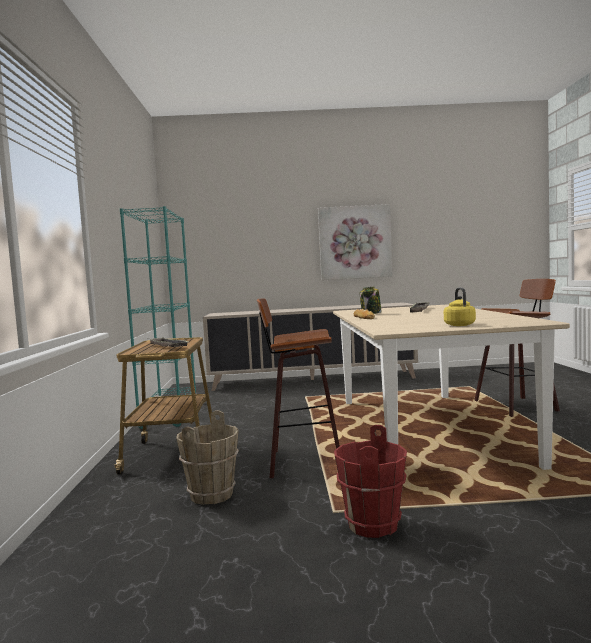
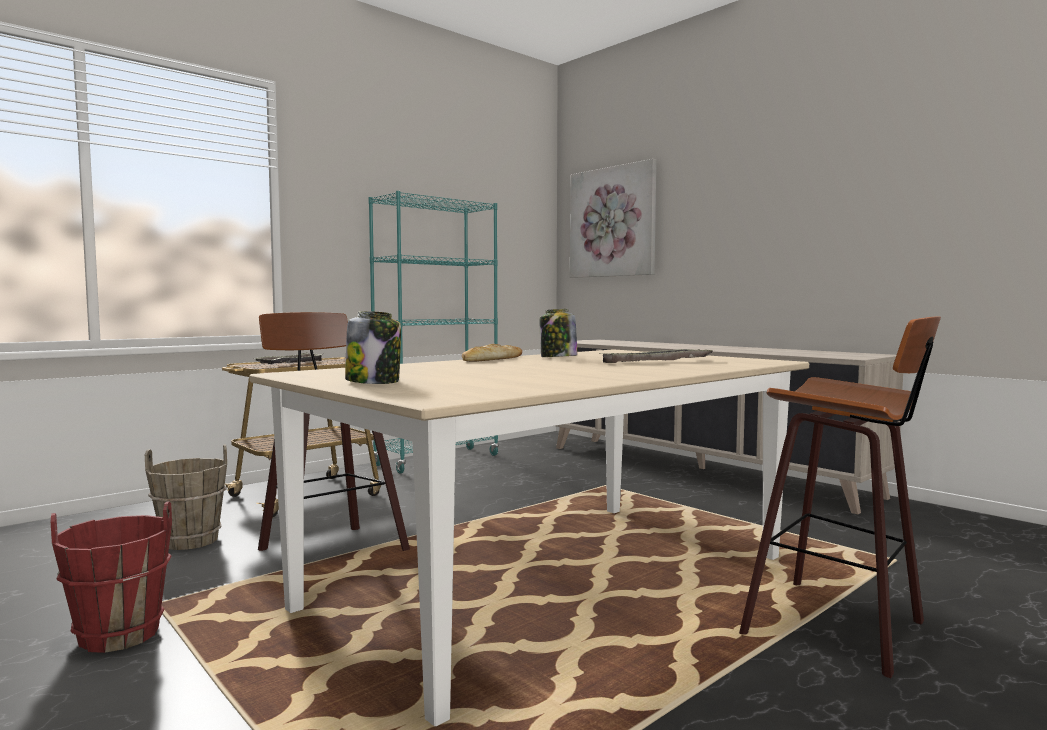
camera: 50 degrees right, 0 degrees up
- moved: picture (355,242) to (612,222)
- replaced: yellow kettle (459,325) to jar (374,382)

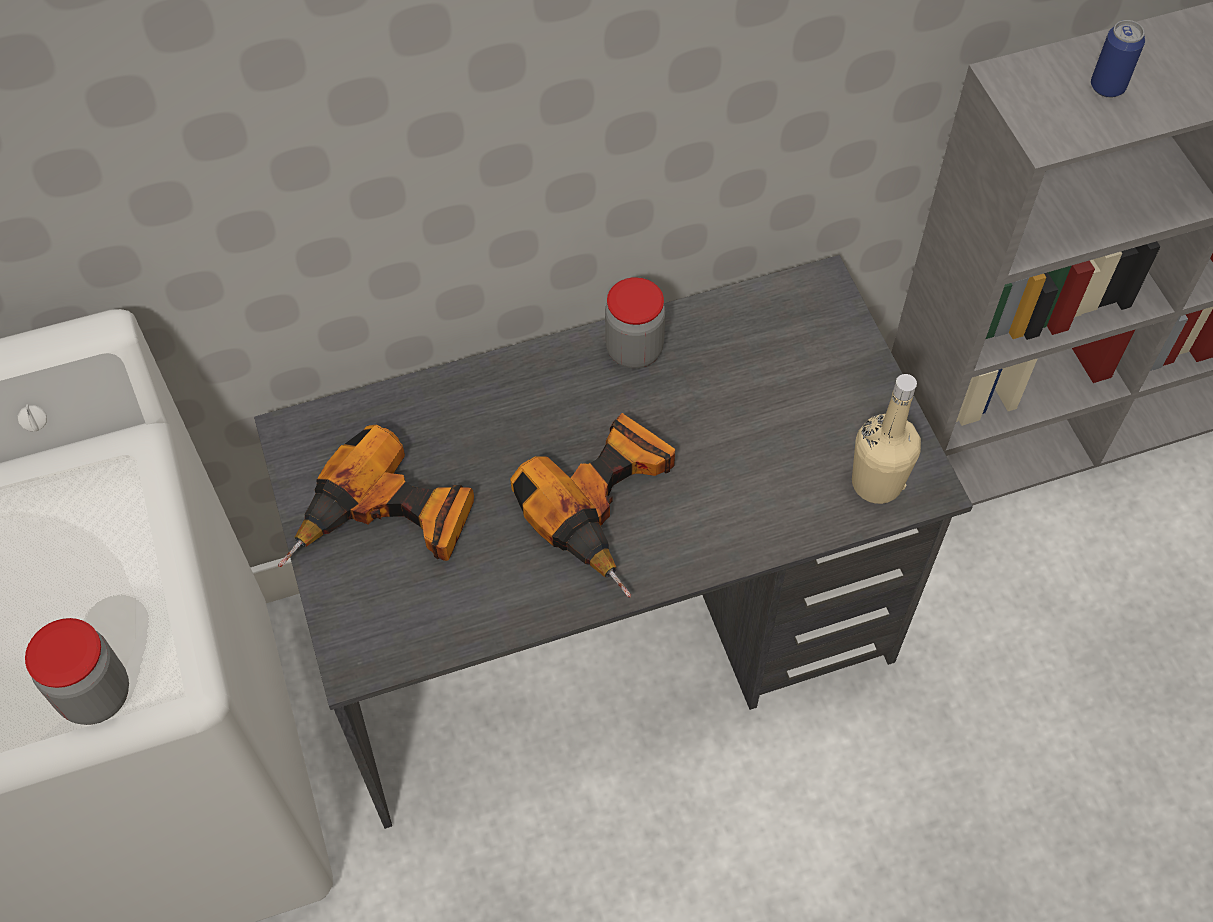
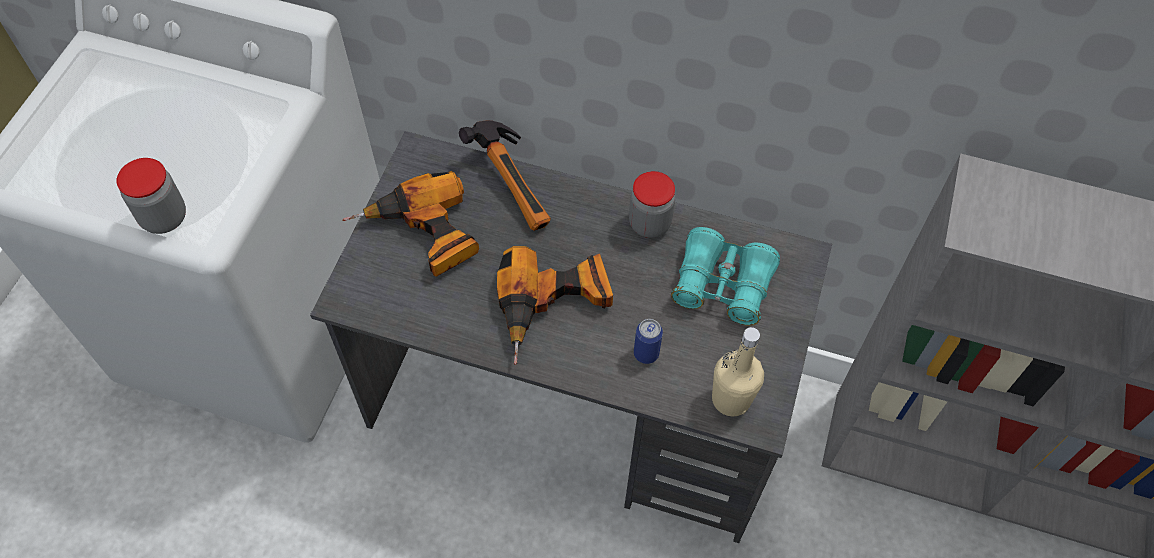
camera: 35 degrees right, 0 degrees up
- added: hammer (517,184)
- added: turquoise binoculars (722,285)
- moved: can (1107,87) to (646,353)

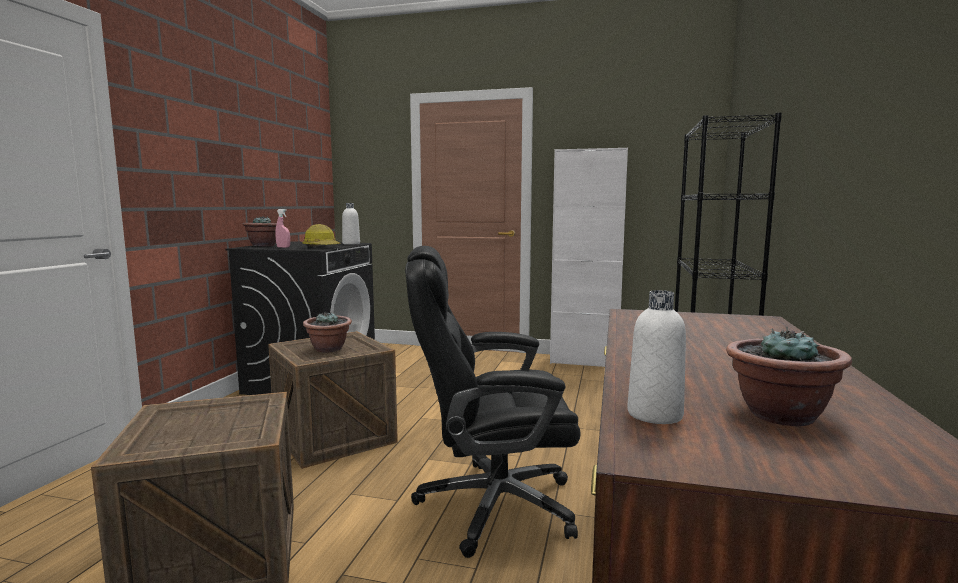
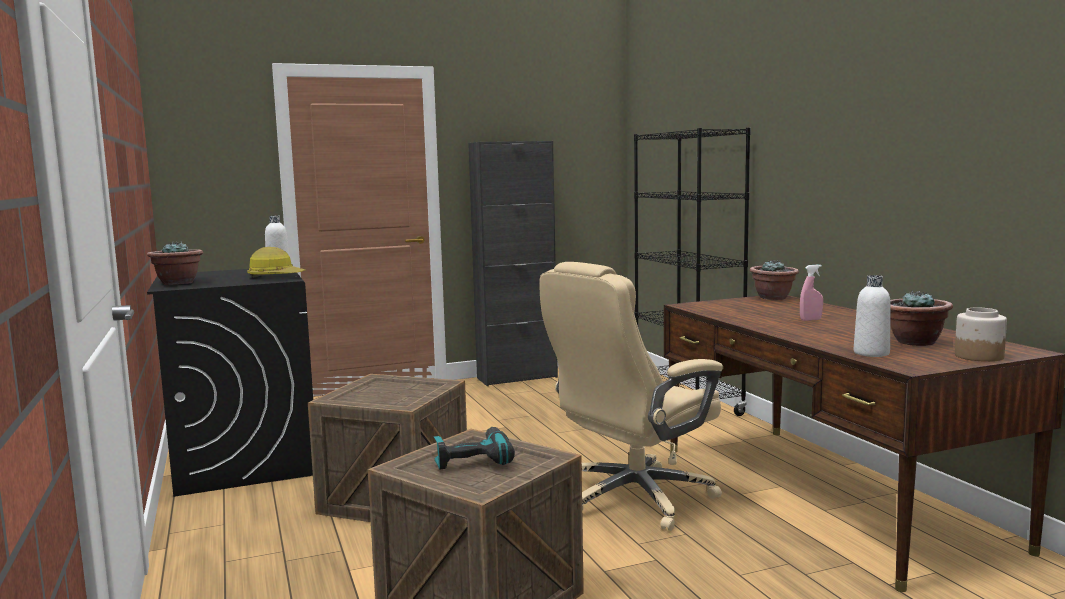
camera: 35 degrees left, 0 degrees up
- added: power drill (473,458)
- added: jar (978,356)
- moved: pink spray bottle (283,247) to (810,320)
- moved: potted plant (329,349) to (773,298)
- recoloured: black office chair (493,505) to beige office chair (633,498)
- recoloured: white cabinet (584,362) to black cabinet (517,378)

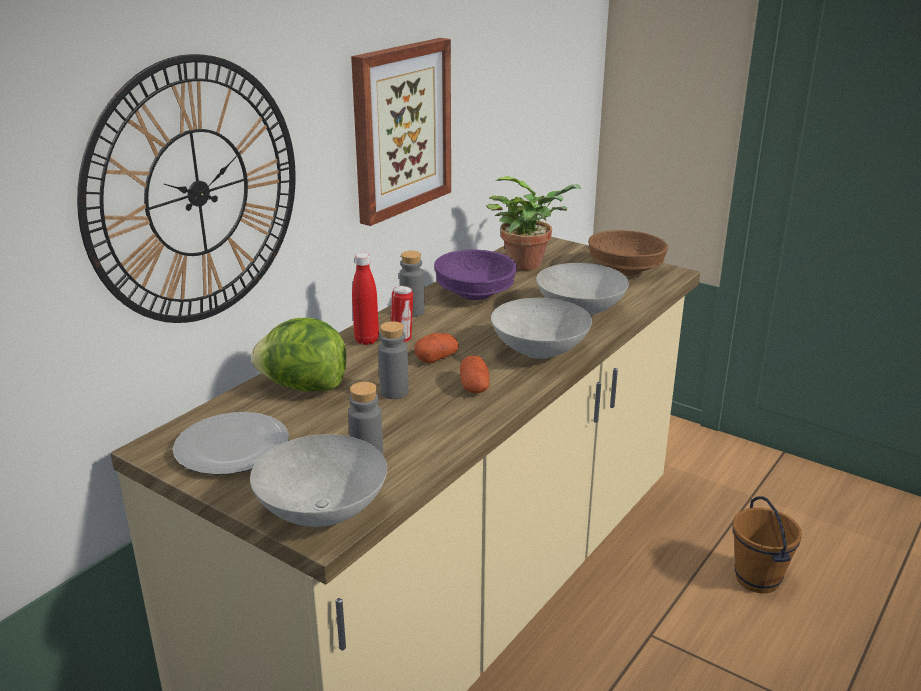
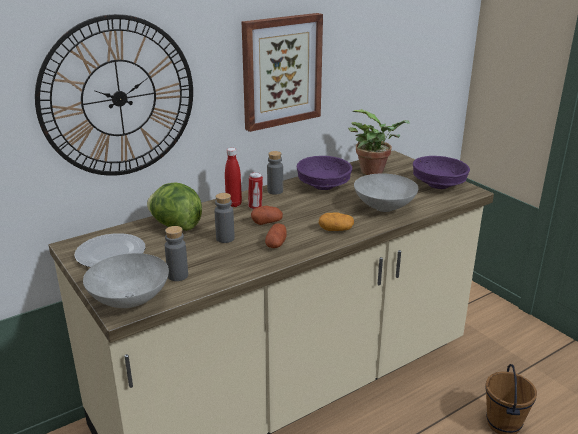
camera: 20 degrees right, 0 degrees up
- replaced: grey bowl (540,352) to potato (335,230)
- recoloured: brown bowl (626,271) to purple bowl (438,185)

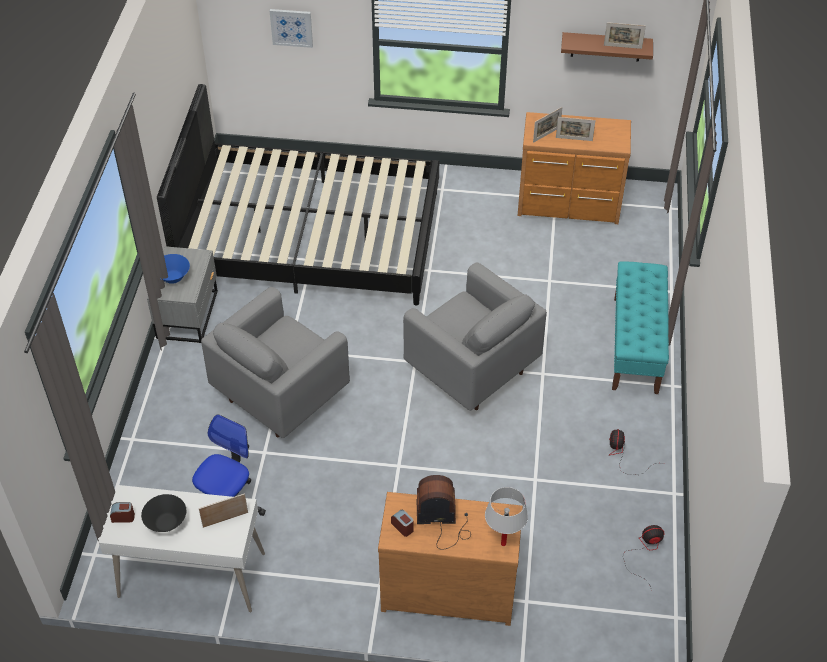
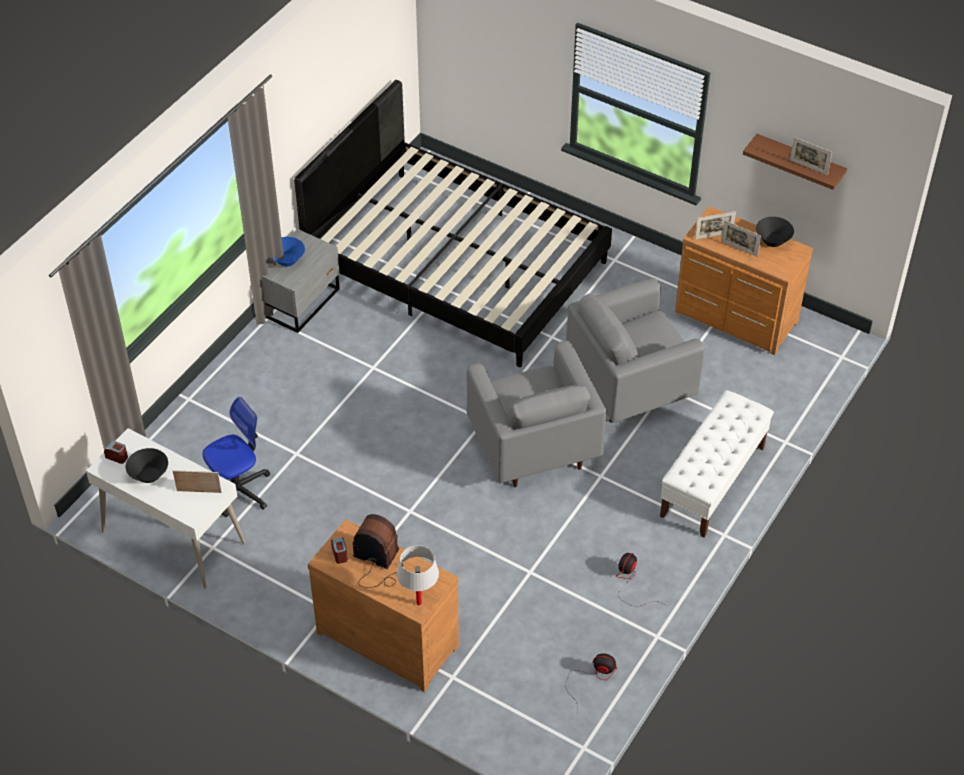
camera: 25 degrees right, 0 degrees up
- removed: picture (291,27)
- added: black bowl (773,241)
- moved: grey armchair (280,395) to (629,386)
- recoloured: turquoise bench (635,345) to white bench (712,482)

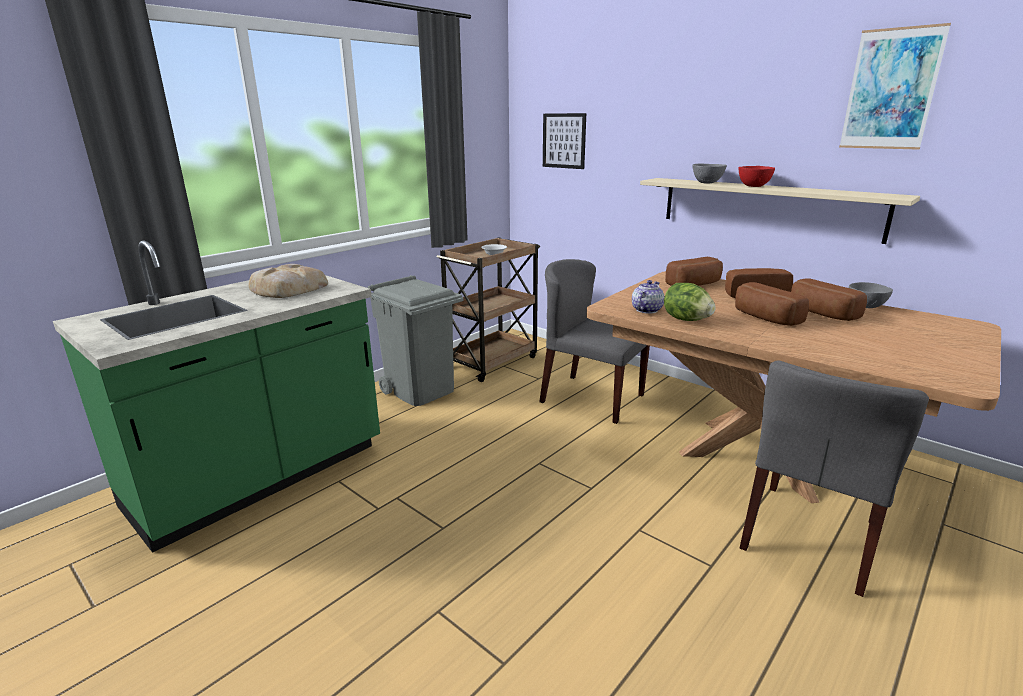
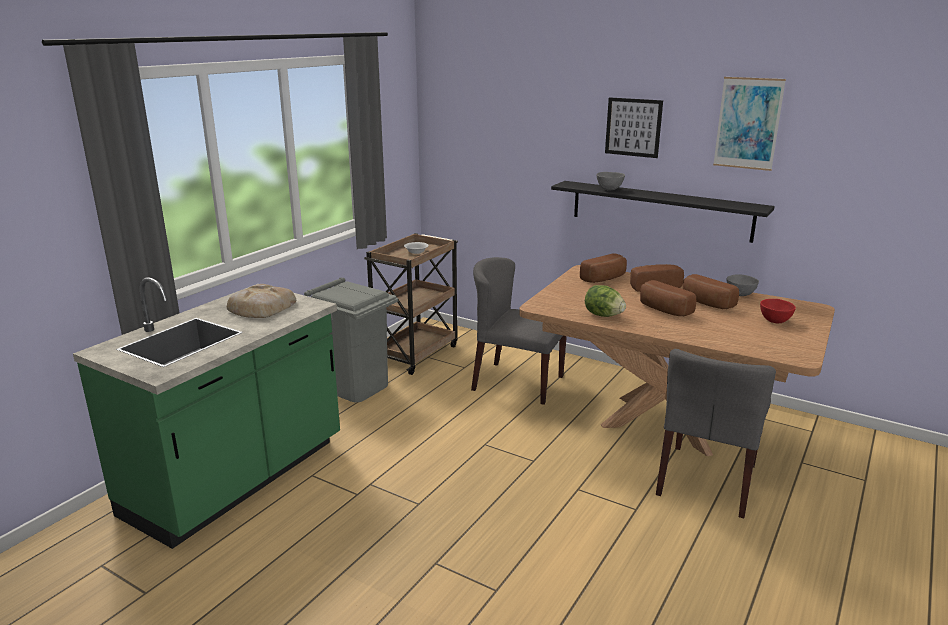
camera: 10 degrees left, 0 degrees up
- removed: teapot (646,310)
- moved: picture (564,141) to (633,127)
- moved: red bowl (753,186) to (775,321)
- recoloured: beige shelf (767,208) to black shelf (660,210)

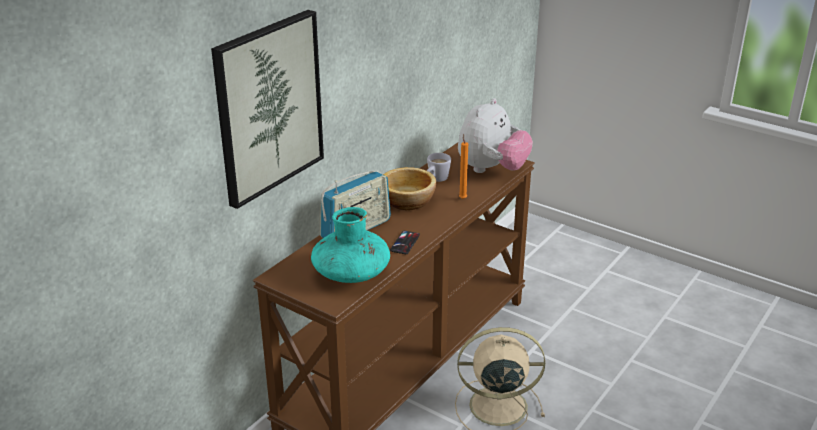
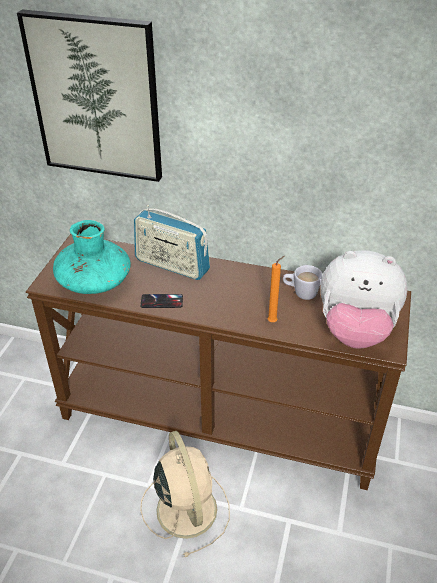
camera: 70 degrees right, 10 degrees up
- removed: bowl (408,201)

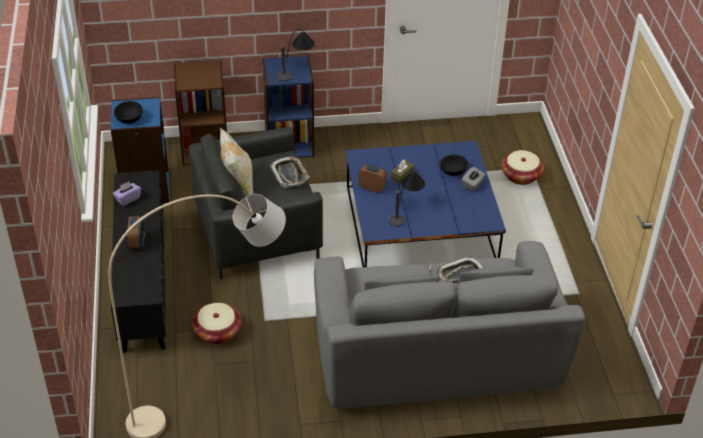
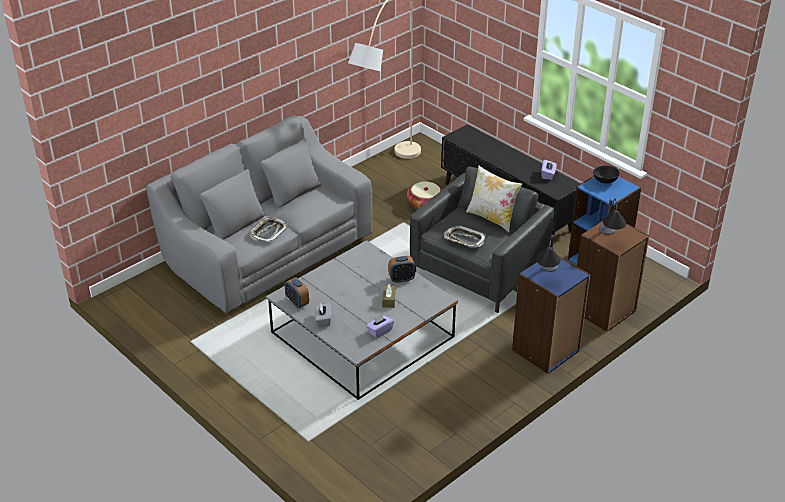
camera: 145 degrees right, 5 degrees down
- removed: black bowl (453,171)
- removed: basket (521,176)
- added: purple tissue box (380,331)
- moved: alarm clock (137,243) to (297,303)
- moved: table lamp (405,211) to (609,239)
- recoloured: blue coffee table (420,225) to grey coffee table (362,335)

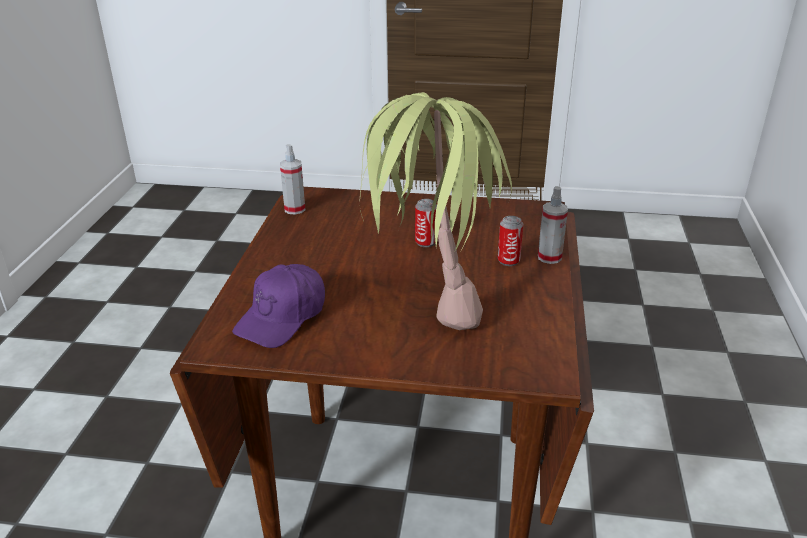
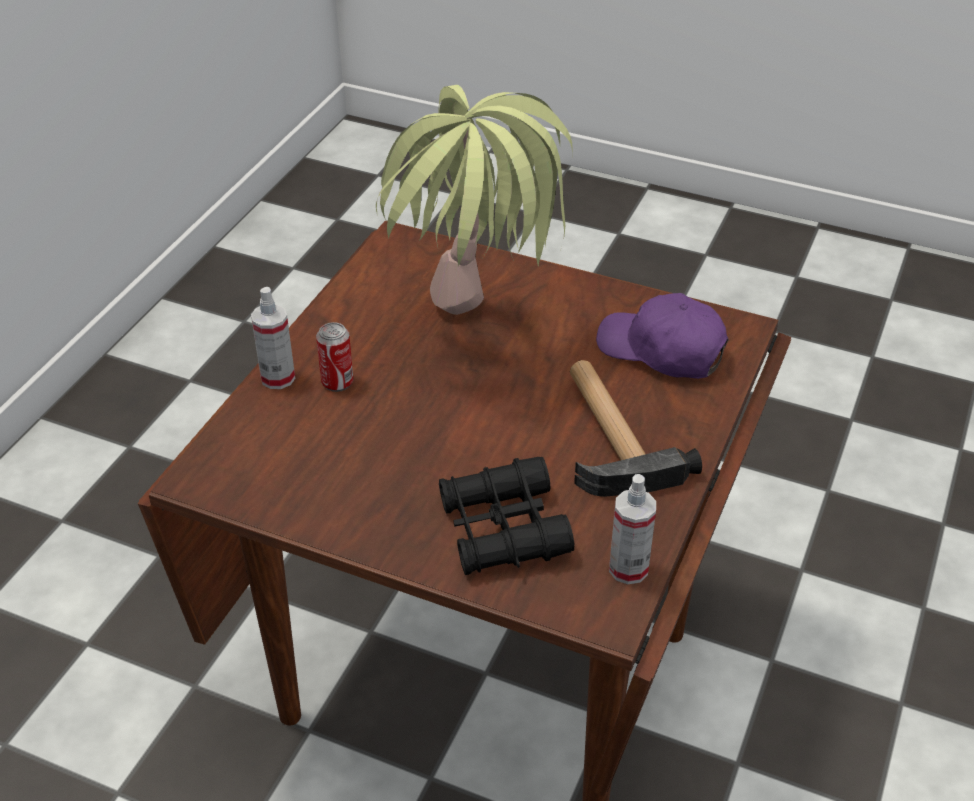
camera: 165 degrees left, 10 degrees up
- removed: can (425,242)
- added: black binoculars (503,529)
- added: hammer (609,434)
- turned: purple cap (282,317) = (661,350) 105 degrees counterclockwise

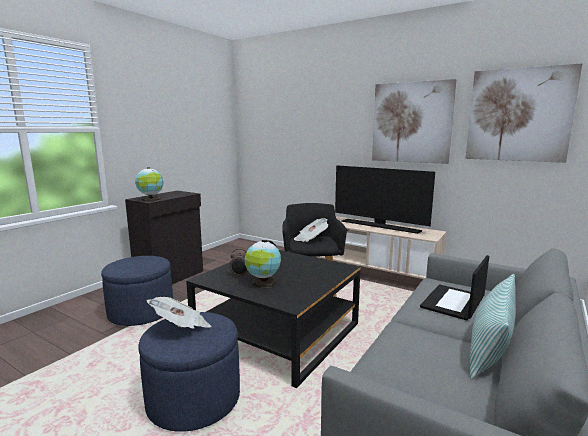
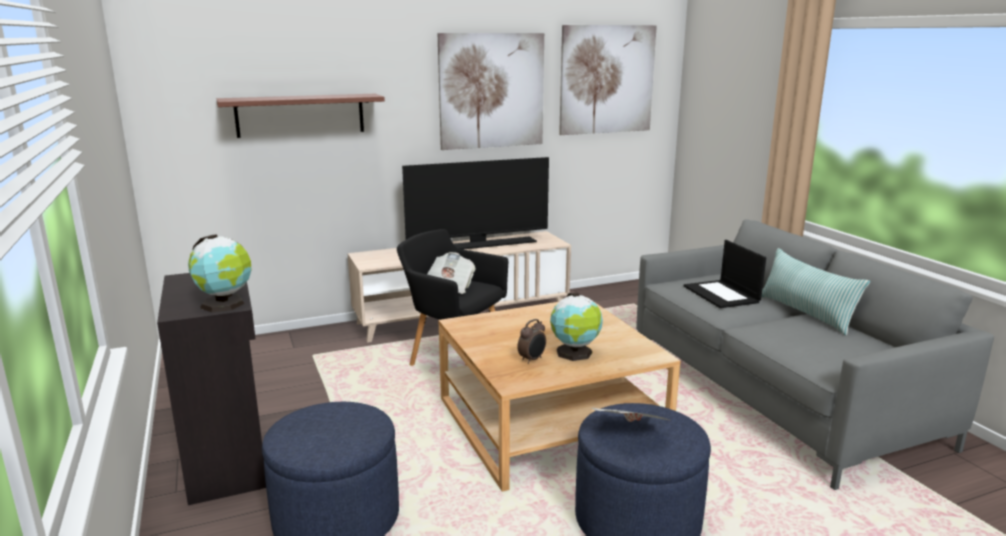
camera: 55 degrees left, 5 degrees up
- added: shelf (300,115)
- recoloured: black coffee table (278,333) to beige coffee table (549,423)

